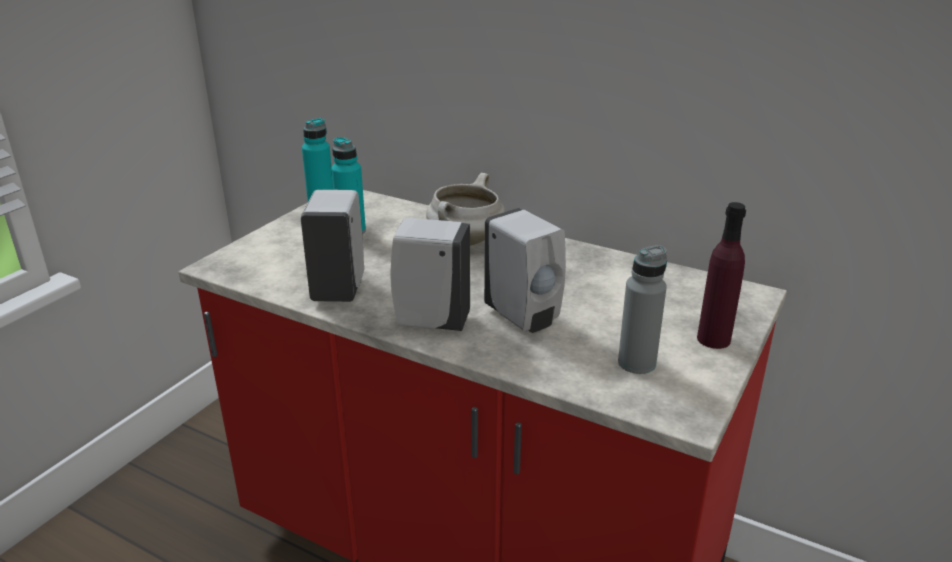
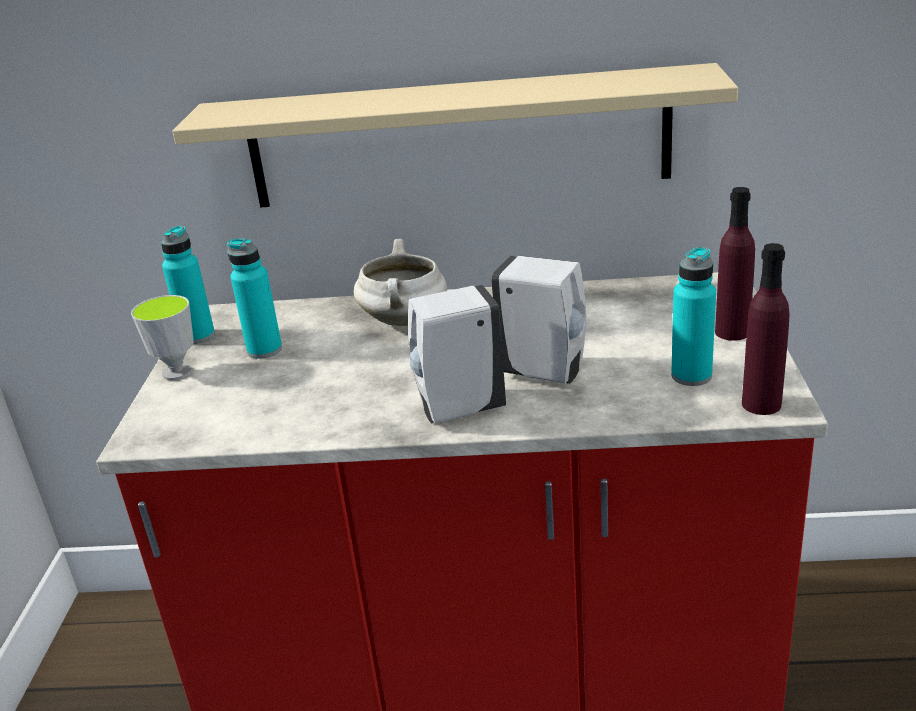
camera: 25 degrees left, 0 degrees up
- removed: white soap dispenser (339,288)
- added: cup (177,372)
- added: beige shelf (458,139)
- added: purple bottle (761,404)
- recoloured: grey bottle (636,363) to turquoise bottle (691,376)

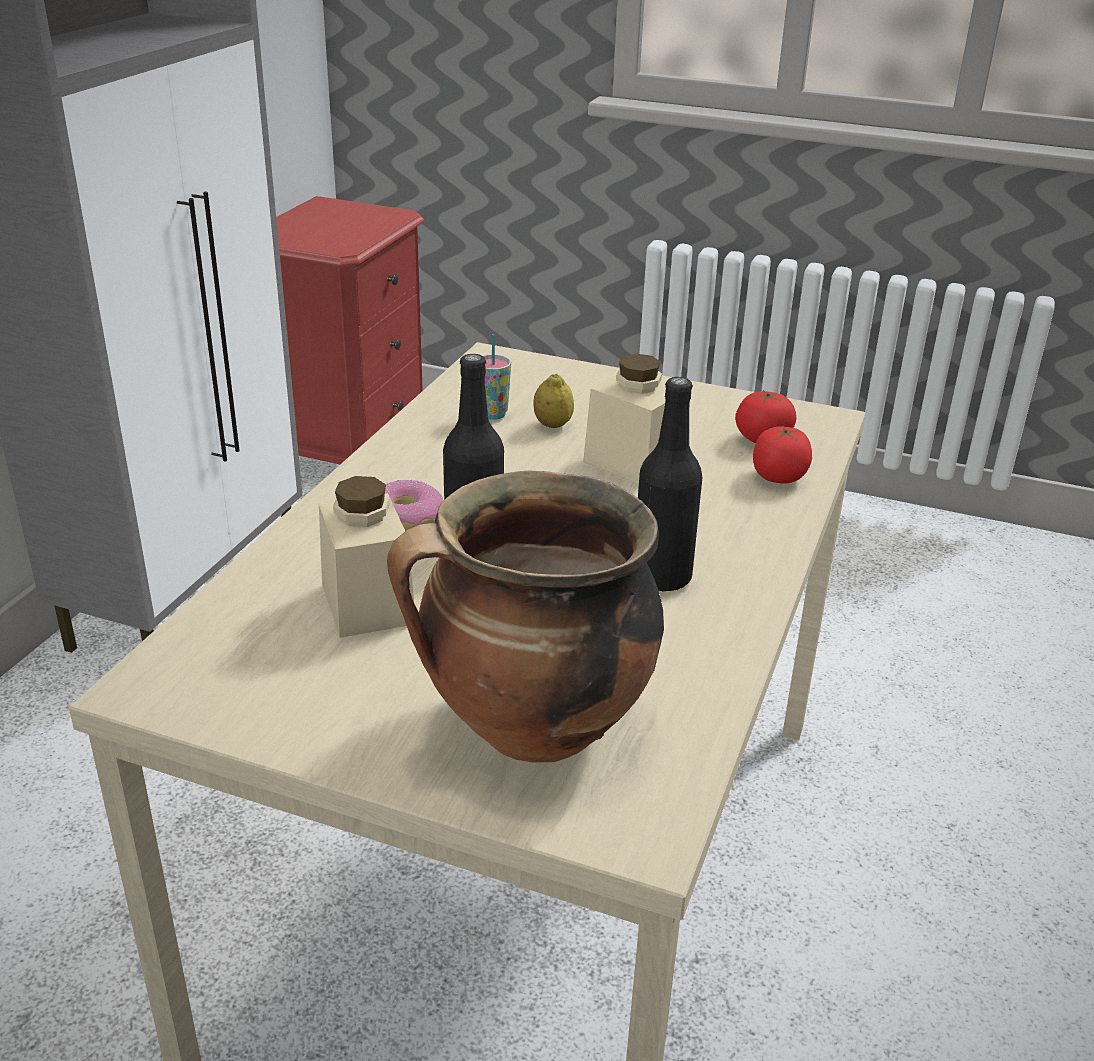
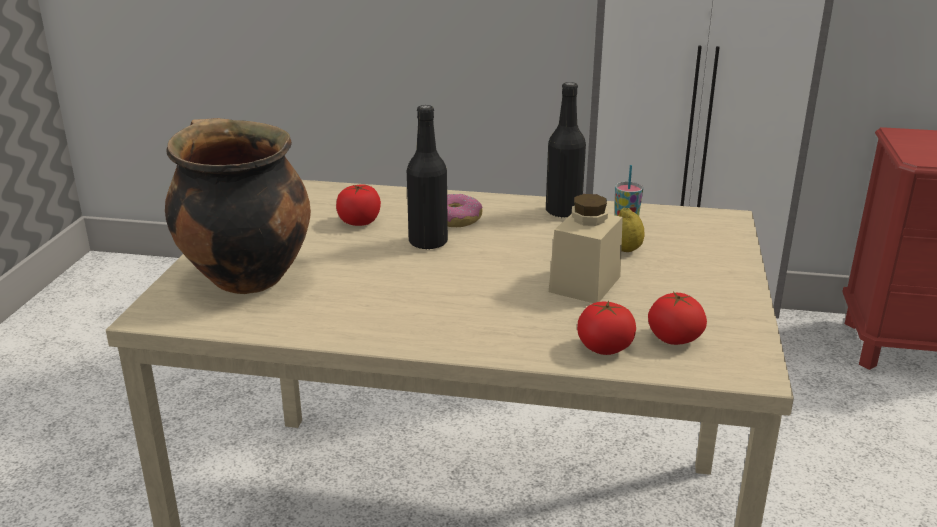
camera: 80 degrees right, 5 degrees down
- moved: black bottle (661,577) to (563,212)
- replaced: beige jar (367,603) to tomato (359,222)

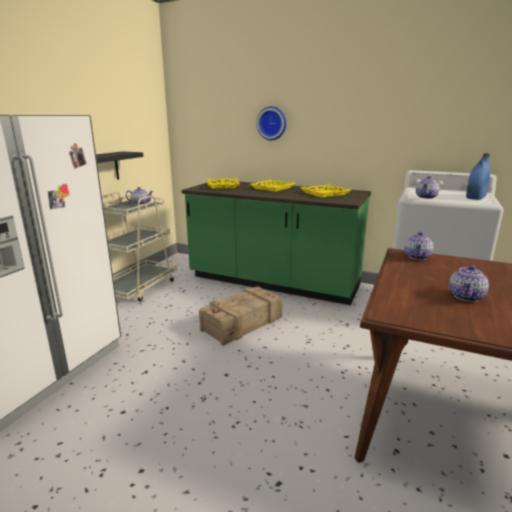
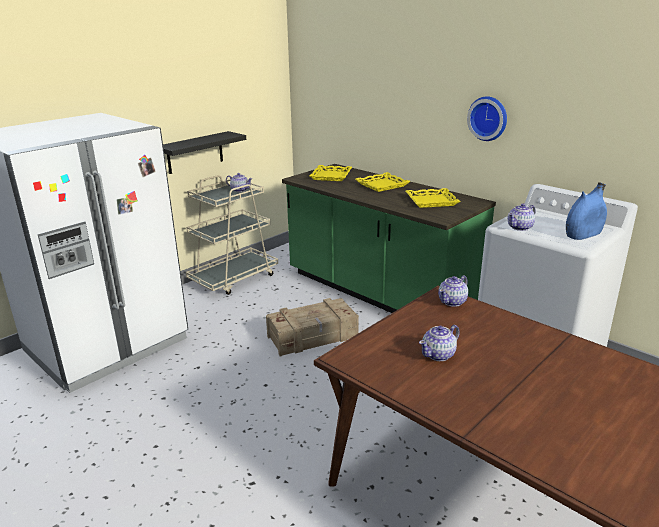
camera: 20 degrees right, 5 degrees up
- moved: wall clock (272,123) to (488,118)

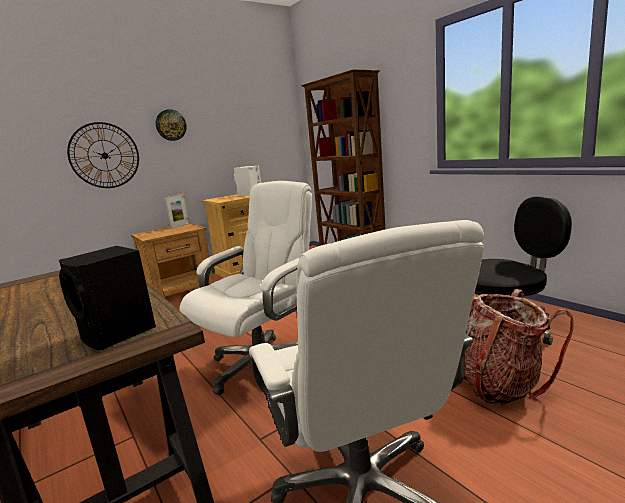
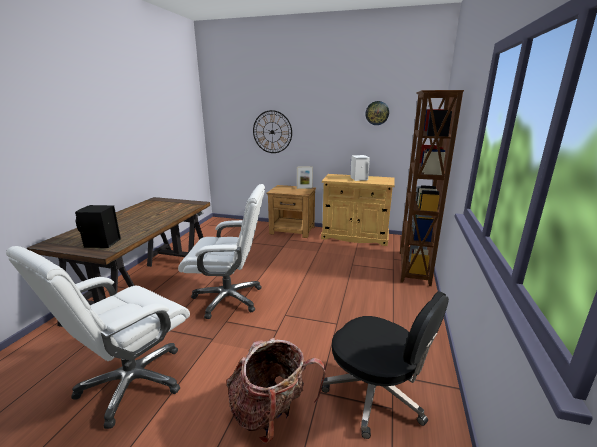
camera: 50 degrees right, 5 degrees up
- moved: wall clock (170,125) to (377,113)

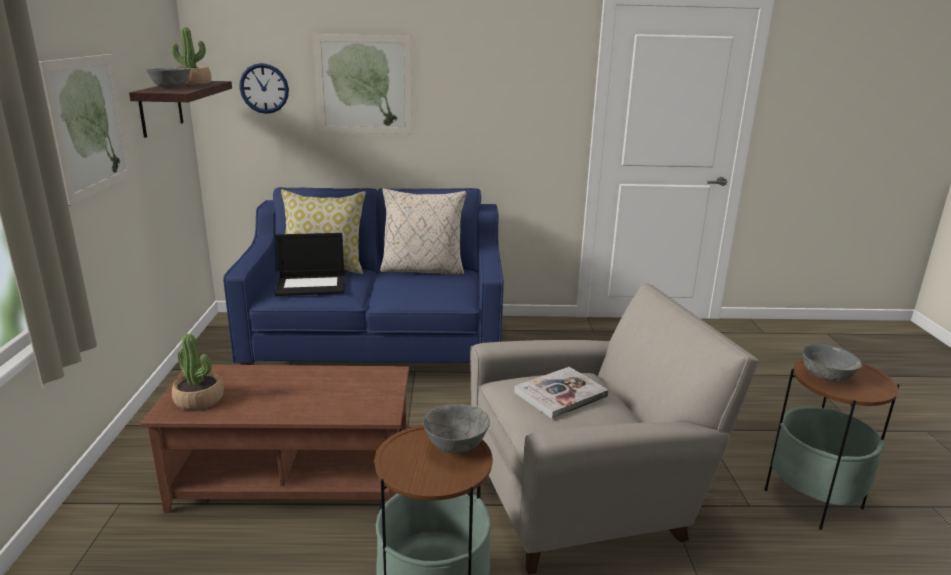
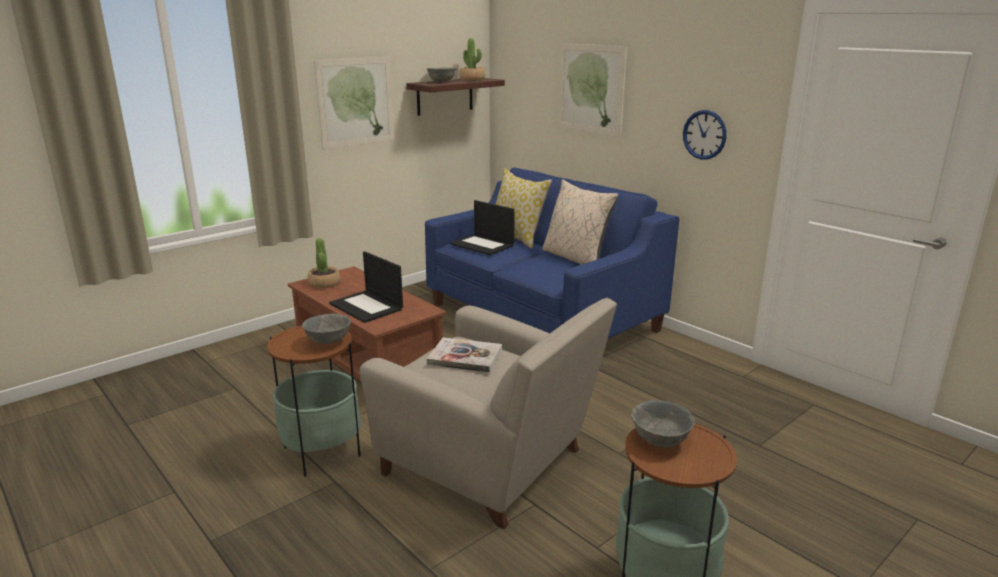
camera: 50 degrees right, 0 degrees up
- added: laptop (367,307)
- moved: wall clock (264,88) to (704,134)

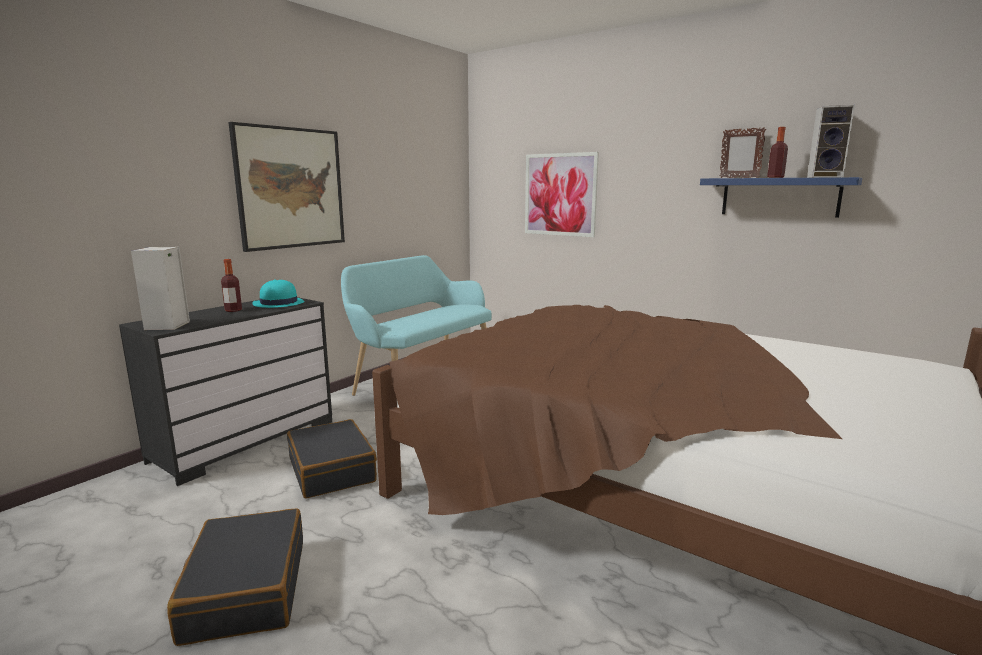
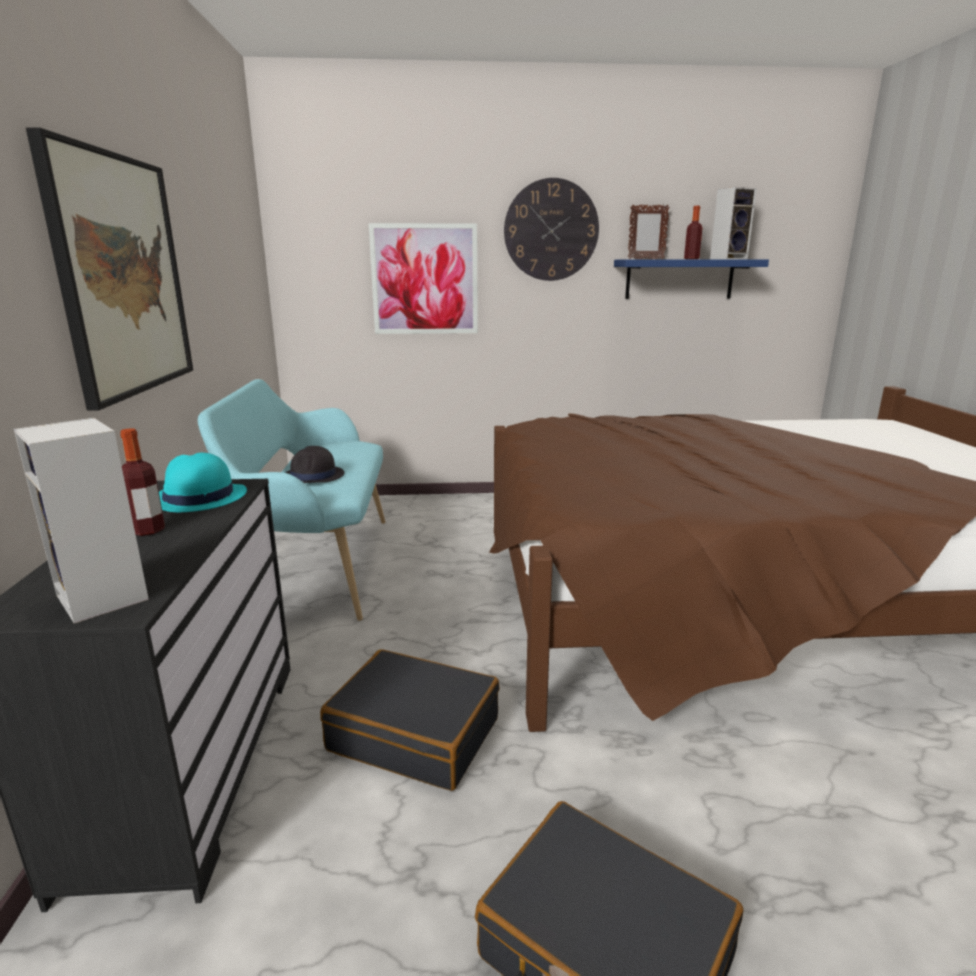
camera: 40 degrees left, 5 degrees up
- added: black hat (313,476)
- added: wall clock (551,230)

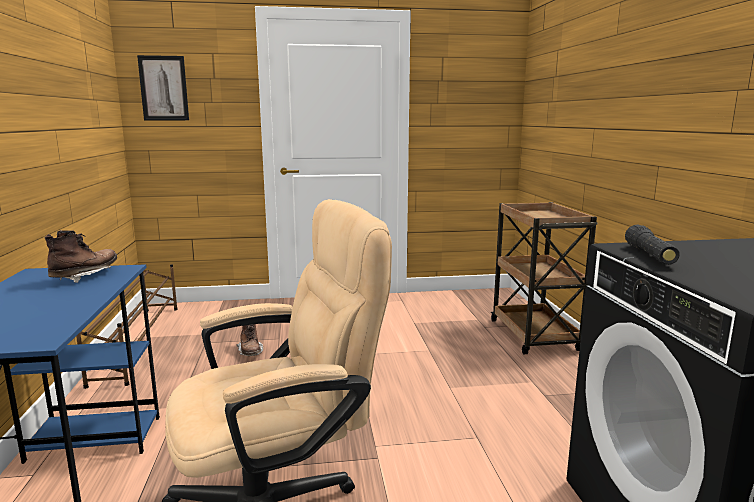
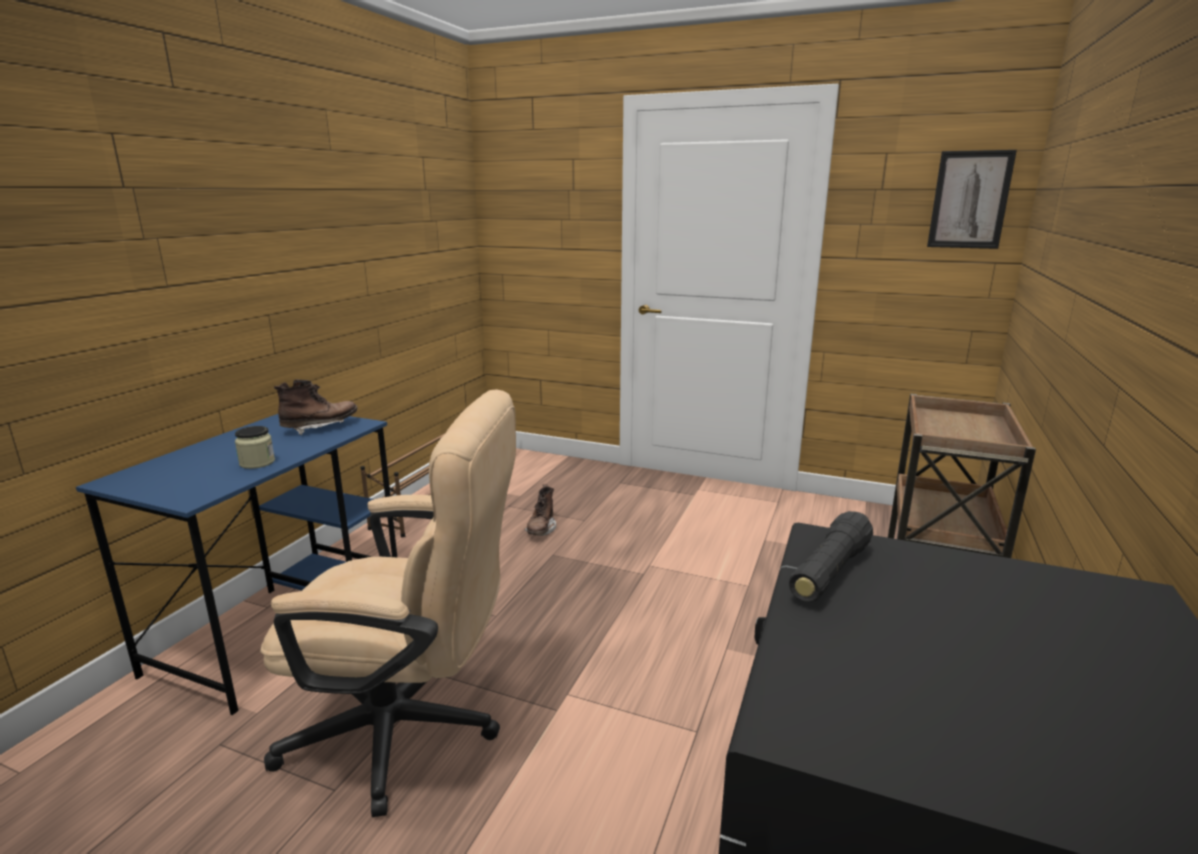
camera: 30 degrees right, 5 degrees up
- added: jar (257,463)
- moved: picture (164,88) to (969,200)

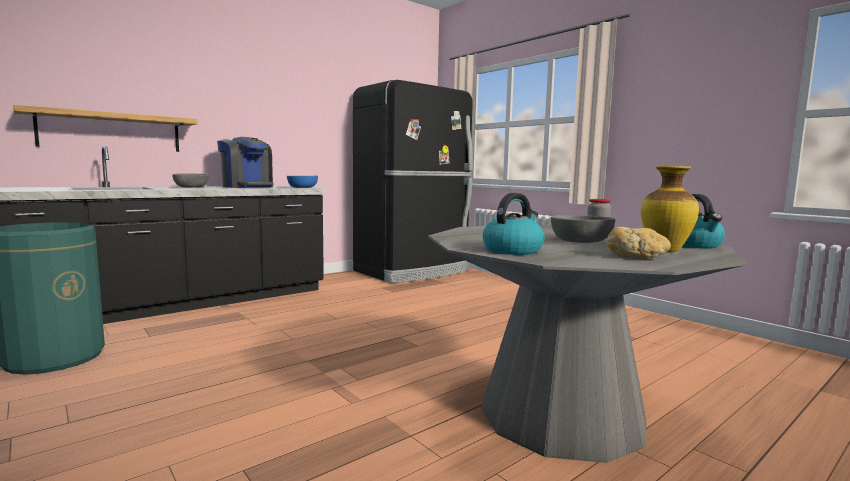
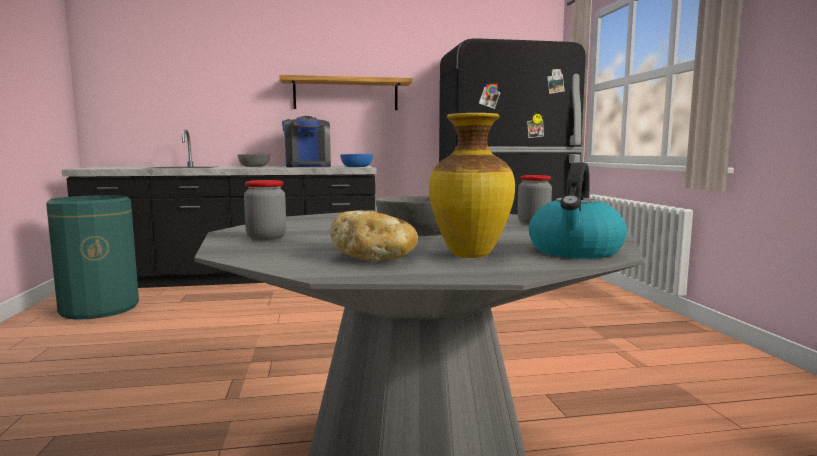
camera: 30 degrees right, 0 degrees up
- moved: shelf (111,132) to (346,94)
- replaced: kettle (513,250) to jar (266,238)

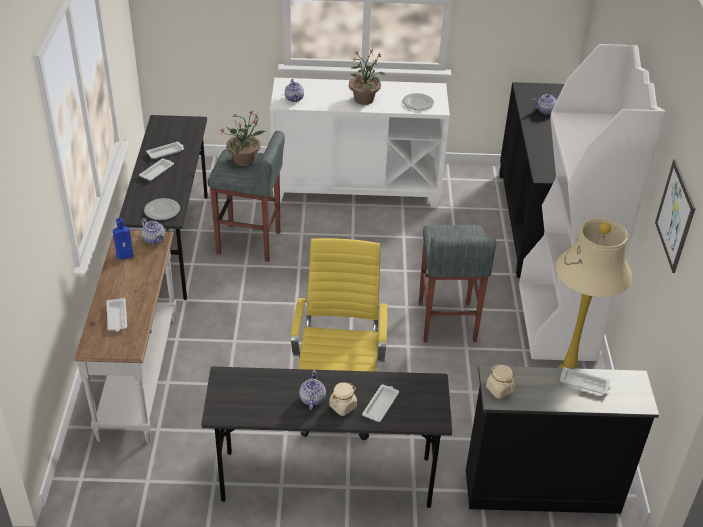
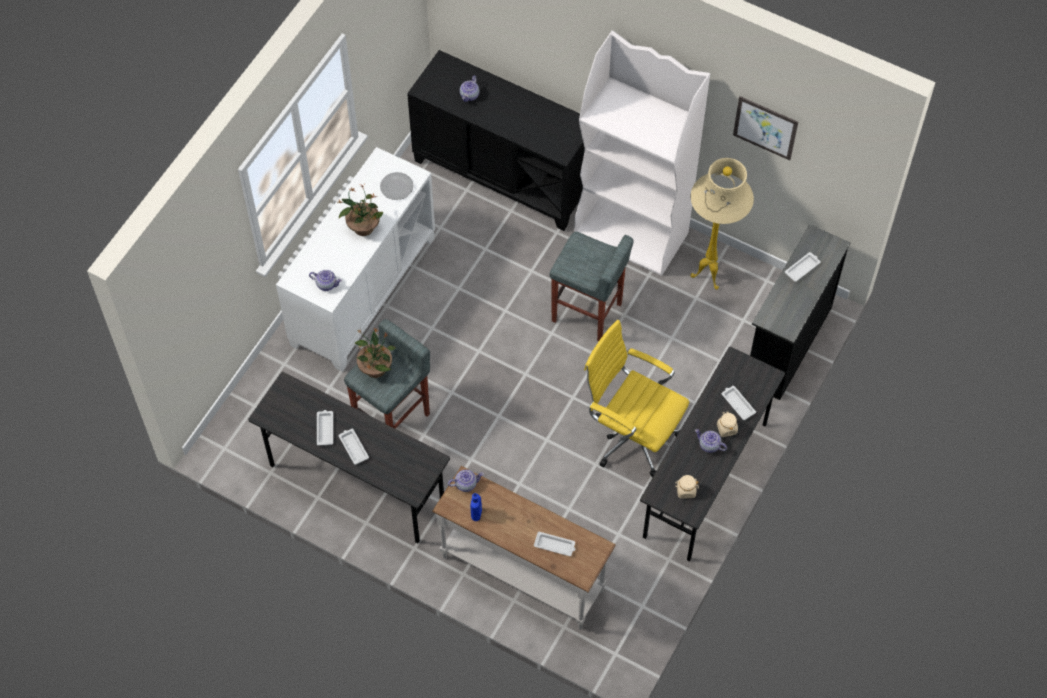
camera: 60 degrees left, 20 degrees up
- removed: plate (161,210)
- moved: beige jar (499,389) to (686,490)

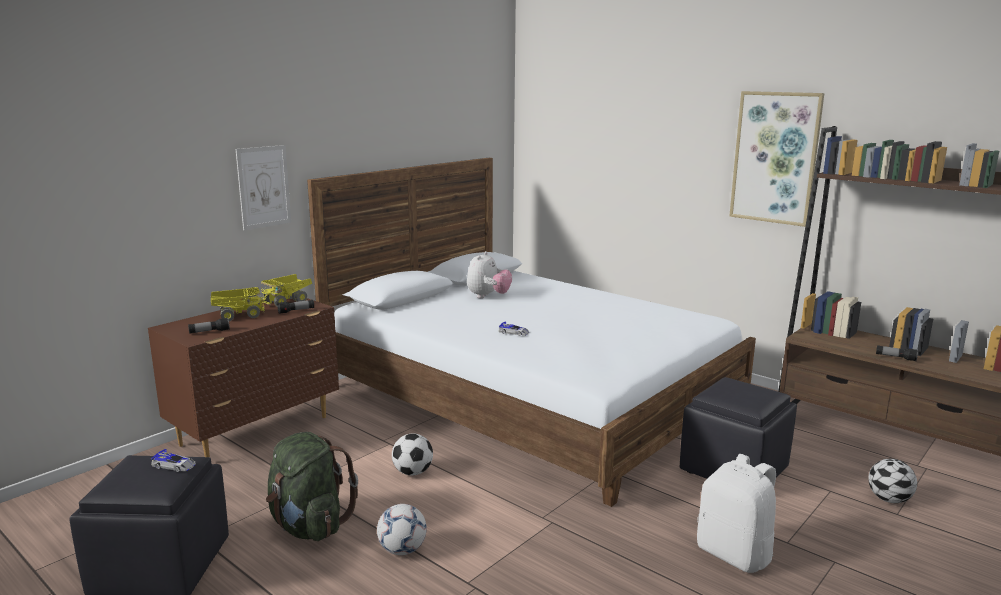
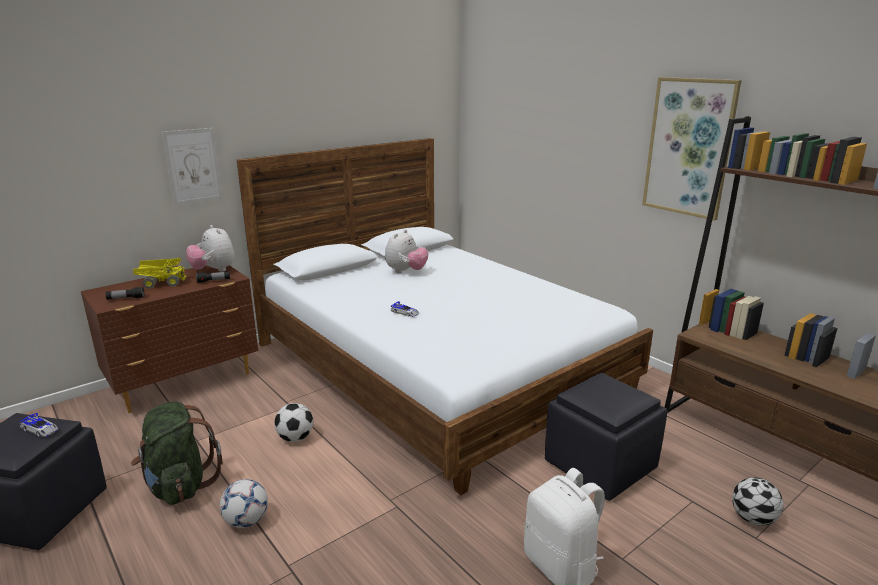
camera: 10 degrees right, 5 degrees up
- removed: flashlight (895,358)
- replaced: toy truck (287,301) to plush toy (214,270)

